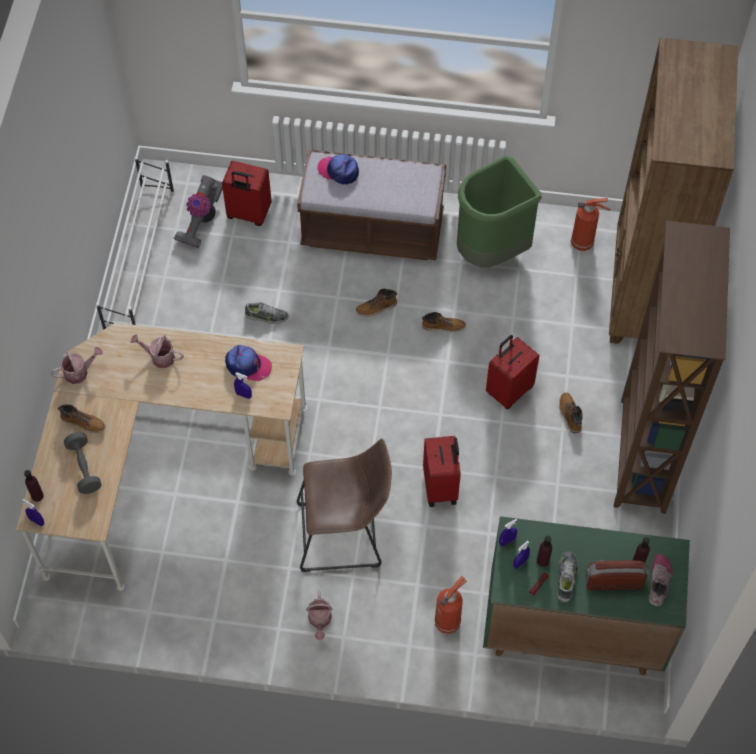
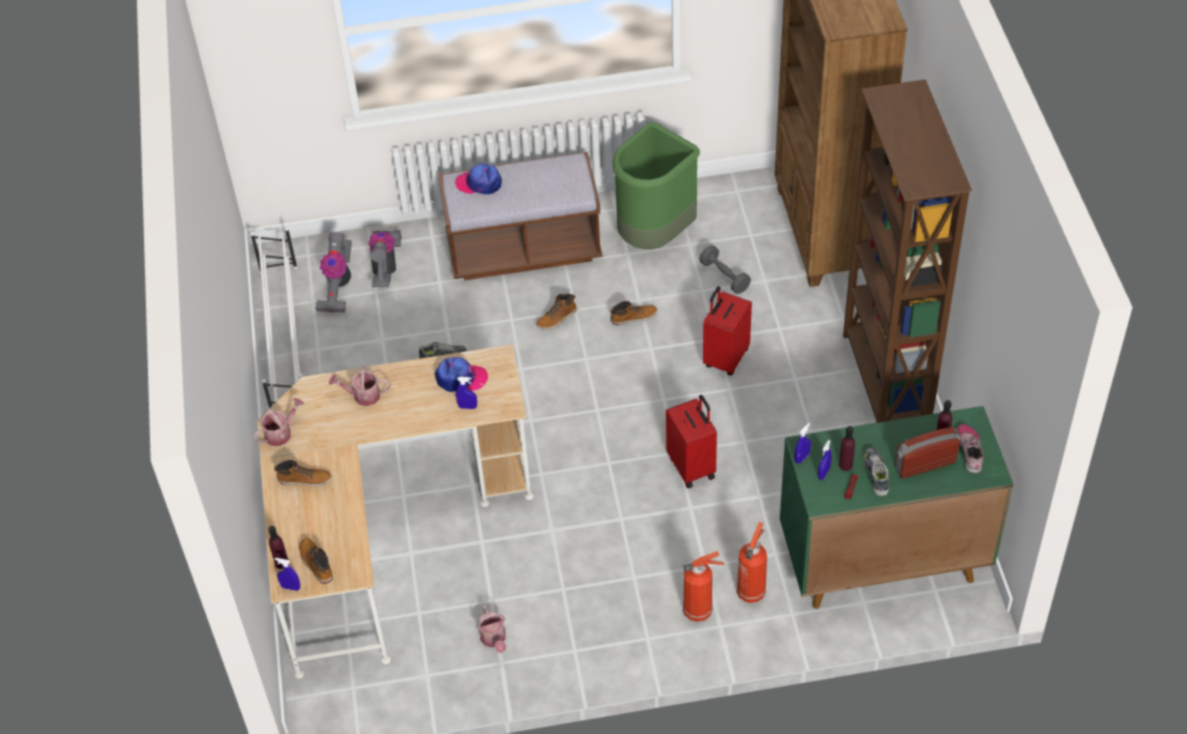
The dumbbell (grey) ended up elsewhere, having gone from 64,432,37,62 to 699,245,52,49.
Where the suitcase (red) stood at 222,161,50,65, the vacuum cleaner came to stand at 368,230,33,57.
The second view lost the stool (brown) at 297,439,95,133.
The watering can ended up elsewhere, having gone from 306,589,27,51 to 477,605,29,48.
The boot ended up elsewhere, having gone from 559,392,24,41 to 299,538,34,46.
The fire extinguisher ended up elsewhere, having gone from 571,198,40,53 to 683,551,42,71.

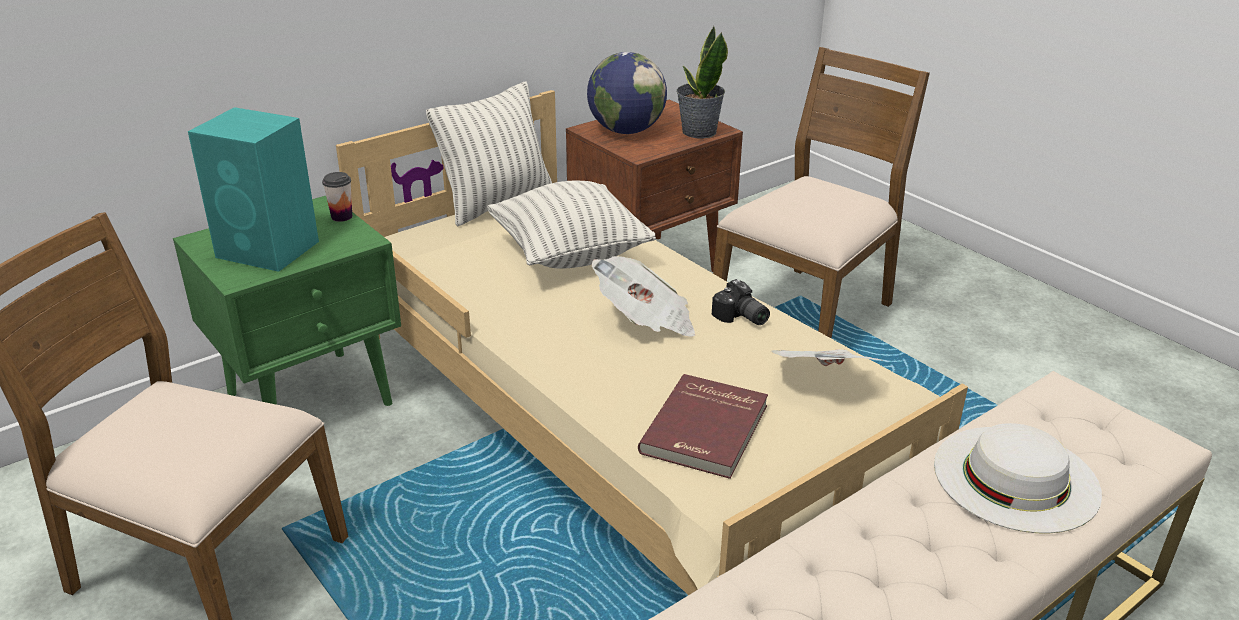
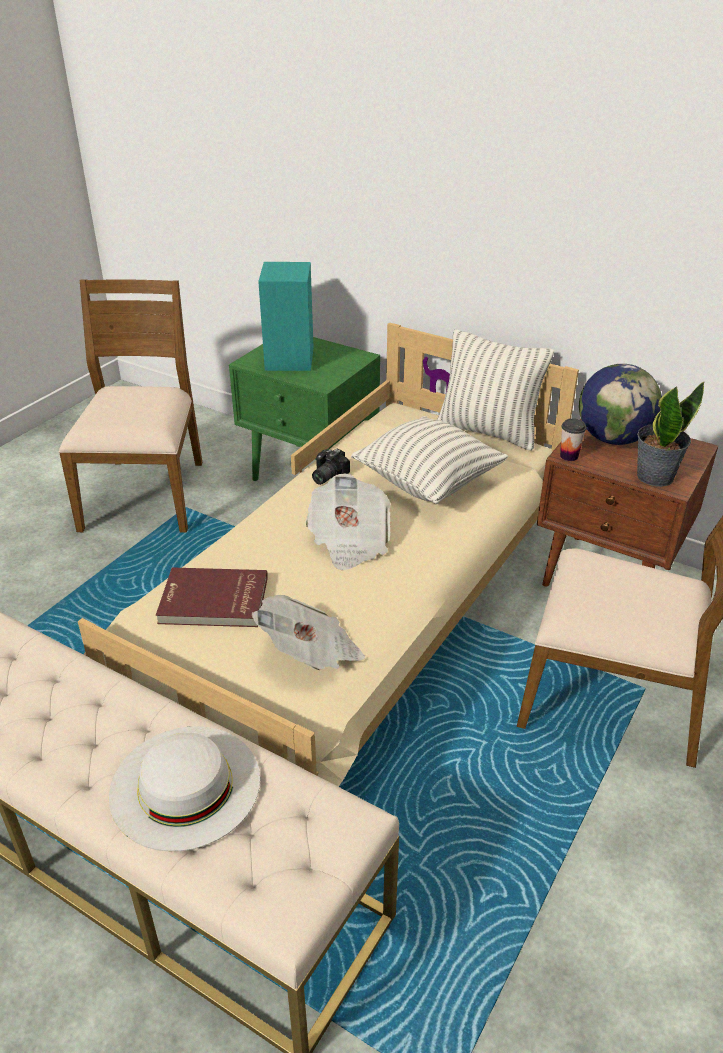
The cup ended up elsewhere, having gone from 322,172,30,50 to 560,418,26,43.
The photo camera ended up elsewhere, having gone from 712,279,58,46 to 312,449,38,36.

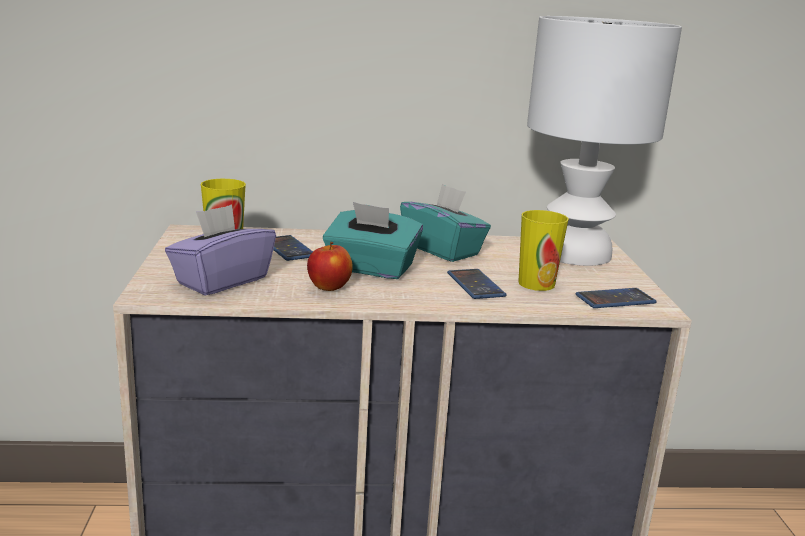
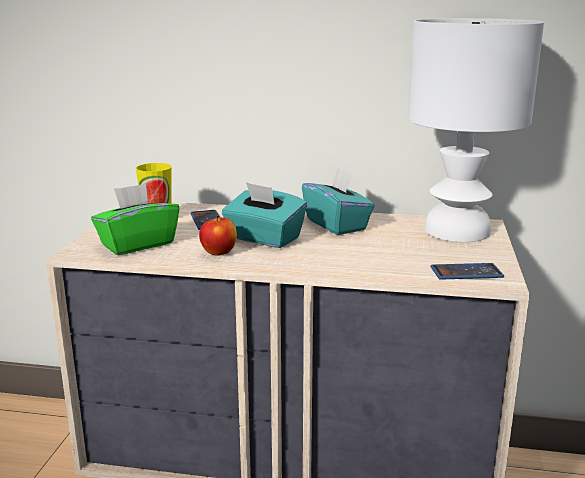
What was the tissue box (purple) at 165,204,111,92 turned into the tissue box (green) at 91,183,89,72.
The second view lost the phone at 447,269,60,30.
The second view lost the cup at 518,210,51,81.

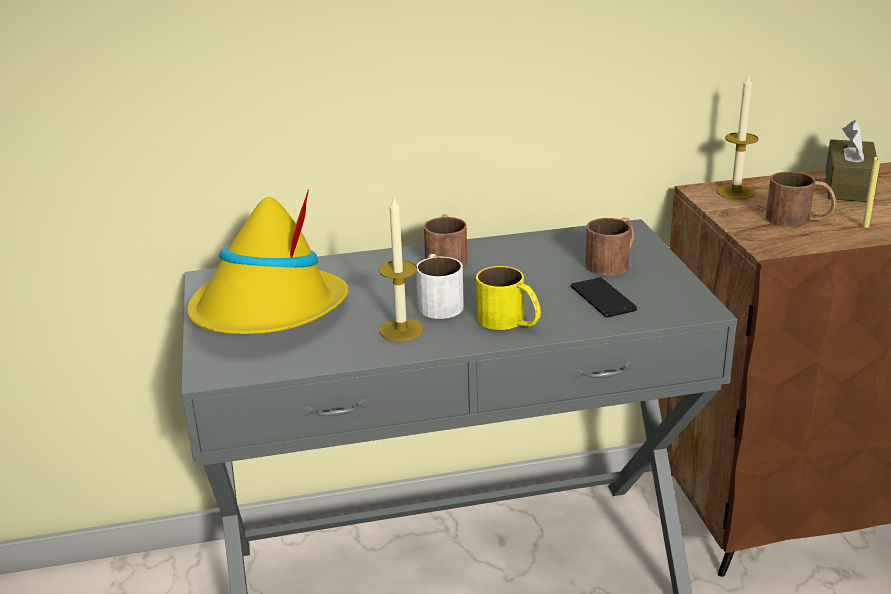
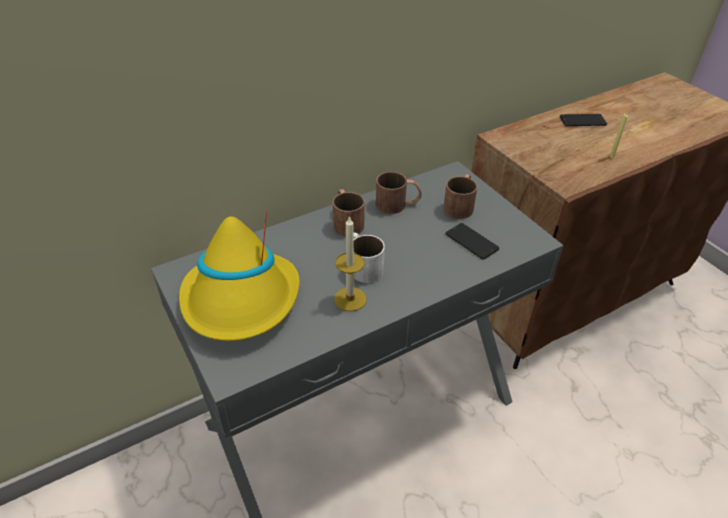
The second view lost the mug (yellow) at 476,266,65,64.
The second view lost the candle at 717,73,42,127.
The mug (brown) ended up elsewhere, having gone from 766,172,70,56 to 376,172,46,42.
Where the tissue box (brown) stood at 825,120,55,82, the phone came to stand at 560,114,47,12.

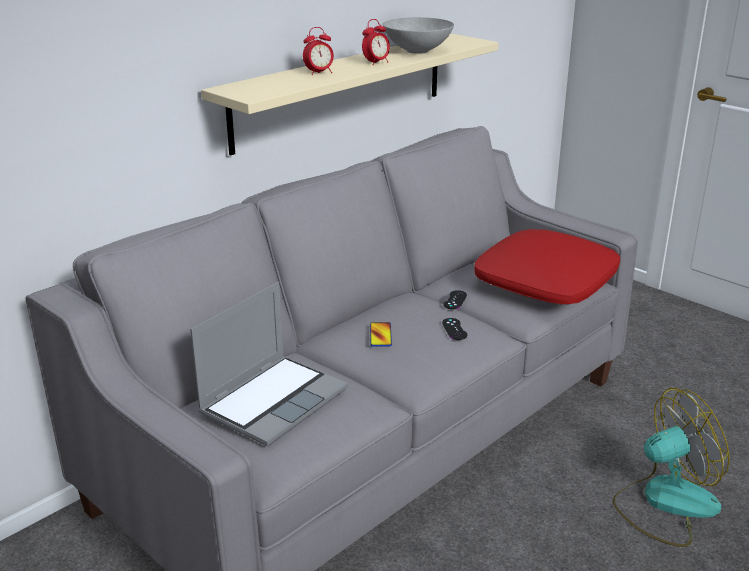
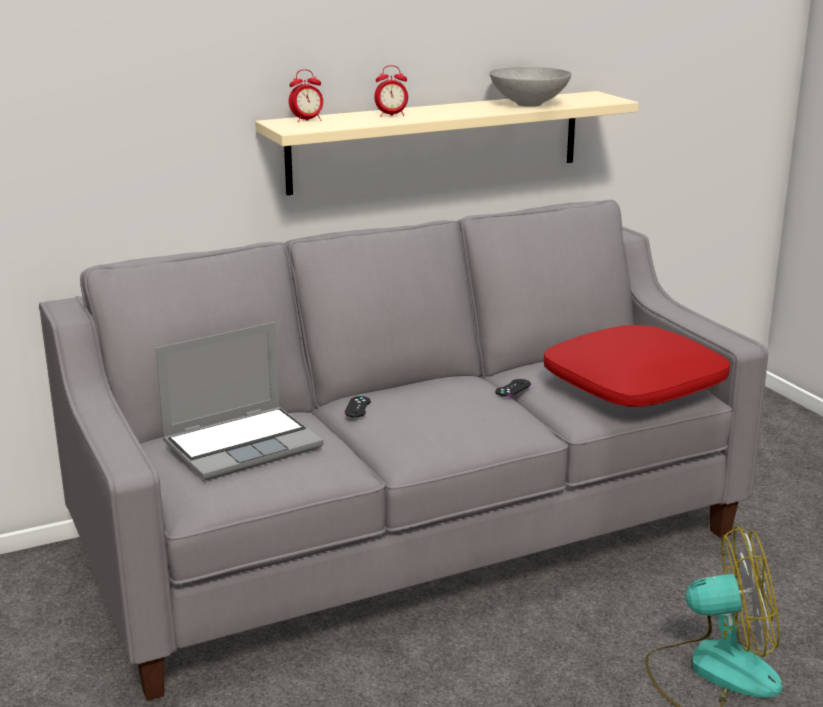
The alarm clock ended up elsewhere, having gone from 362,19,28,46 to 289,69,34,53.
The second view lost the phone at 370,322,22,25.
The game controller (black) ended up elsewhere, having gone from 442,318,25,22 to 344,396,27,22.

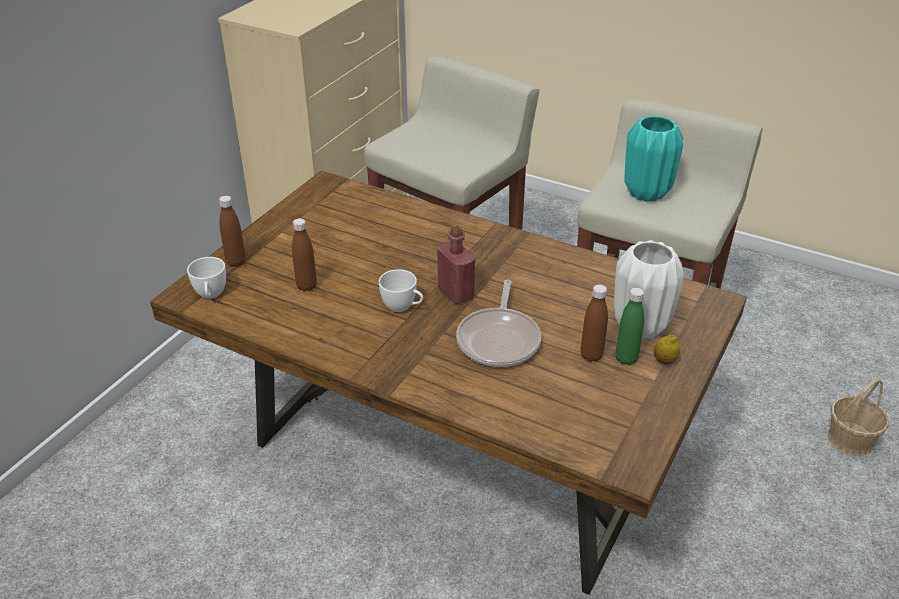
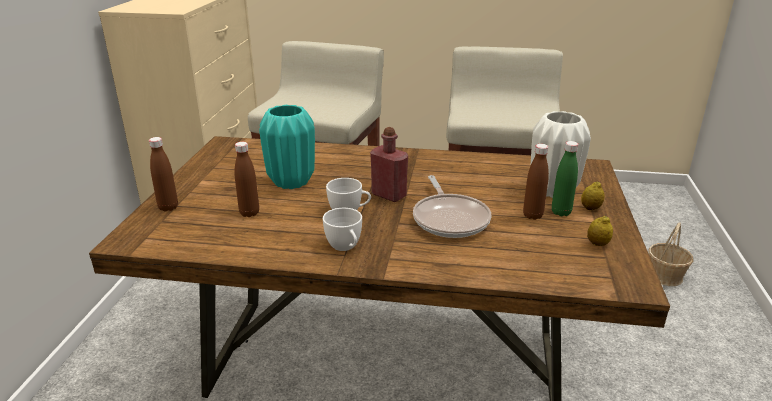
The cup (white) ended up elsewhere, having gone from 187,257,39,42 to 323,208,39,43.
The vase (turquoise) ended up elsewhere, having gone from 624,116,59,86 to 259,105,56,84.
The second view gained the lemon at 587,216,26,30.

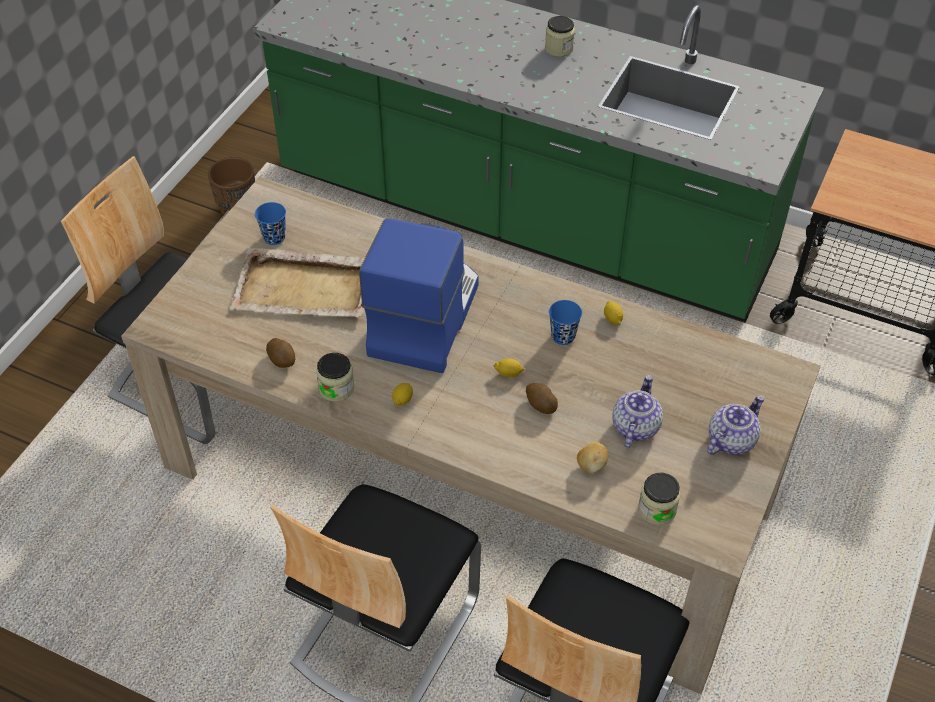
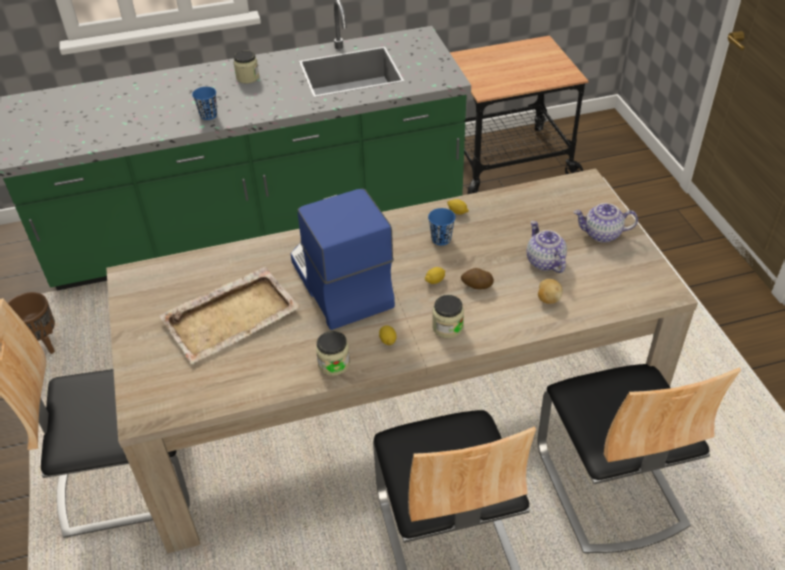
The cup (blue) ended up elsewhere, having gone from 255,202,31,43 to 192,87,25,33.
The second view lost the potato at 266,338,29,30.
The jar ended up elsewhere, having gone from 638,473,42,52 to 432,295,32,43.
The teapot at 707,395,58,60 ended up facing another way, 90 degrees counterclockwise from before.

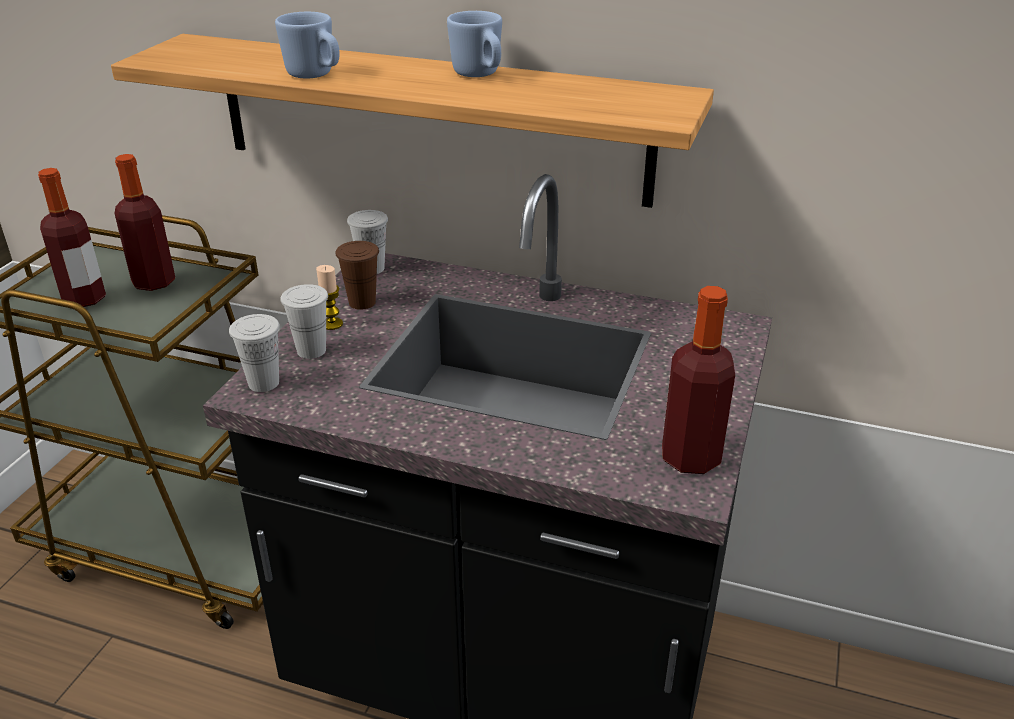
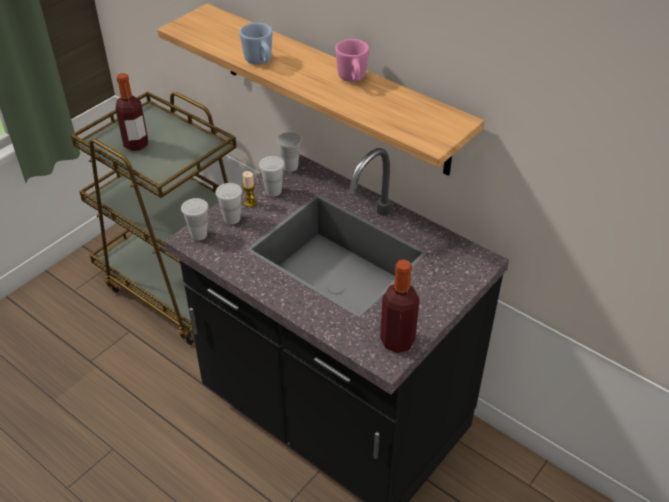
The second view lost the bottle at 114,154,62,137.
What was the cup (brown) at 336,241,43,69 turned into the cup (white) at 259,156,26,40.
What was the mug (blue) at 447,11,55,66 turned into the mug (pink) at 335,39,34,43.

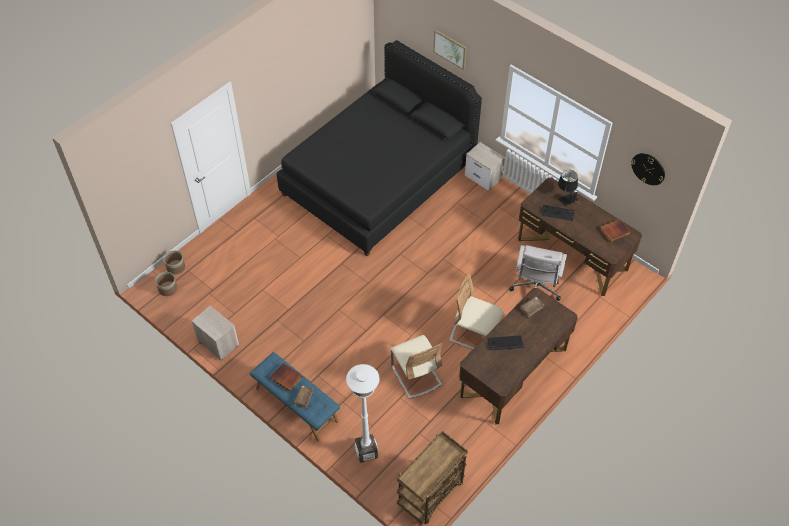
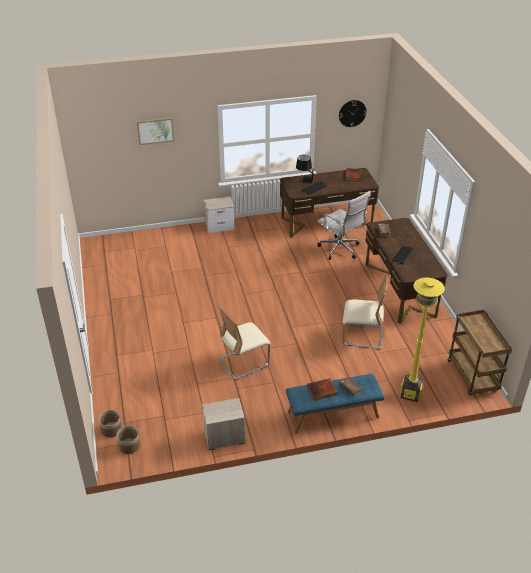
The second view lost the bed (black) at 276,40,206,216.
What was the floor lamp (white) at 346,364,34,99 turned into the floor lamp (yellow) at 400,278,45,124.
The chair (beige) ended up elsewhere, having gone from 450,274,54,75 to 219,305,51,75.

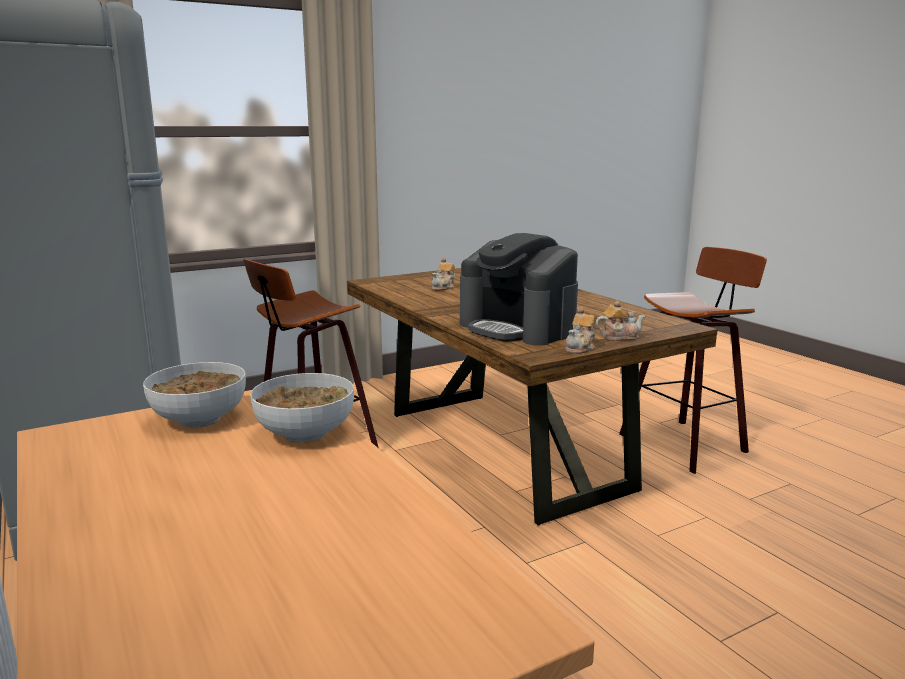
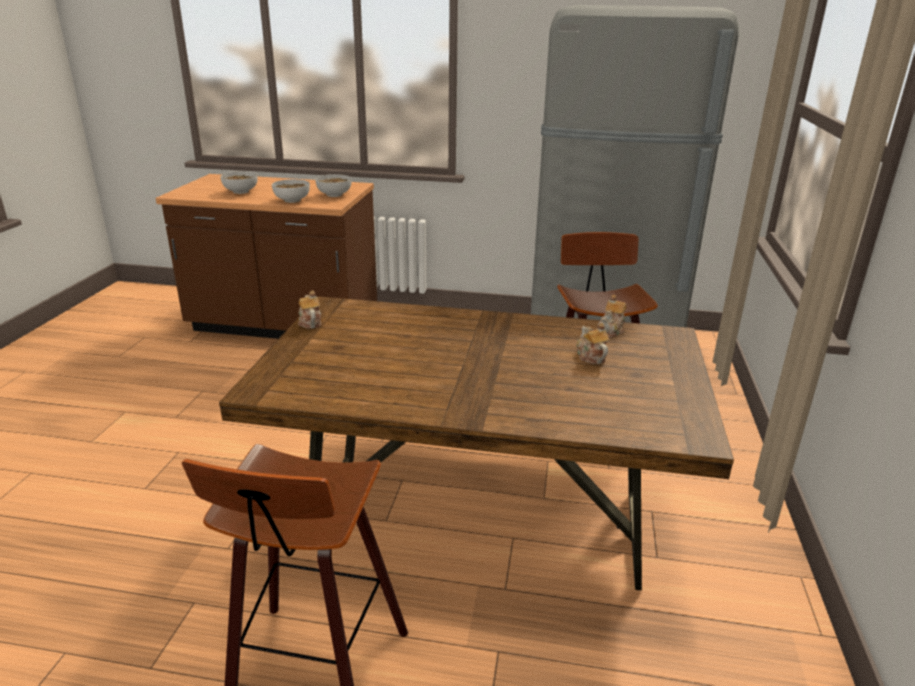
The second view lost the coffee machine at 460,233,118,113.
The teapot ended up elsewhere, having gone from 596,301,49,40 to 597,295,30,43.
The second view gained the bowl at 220,171,38,23.

